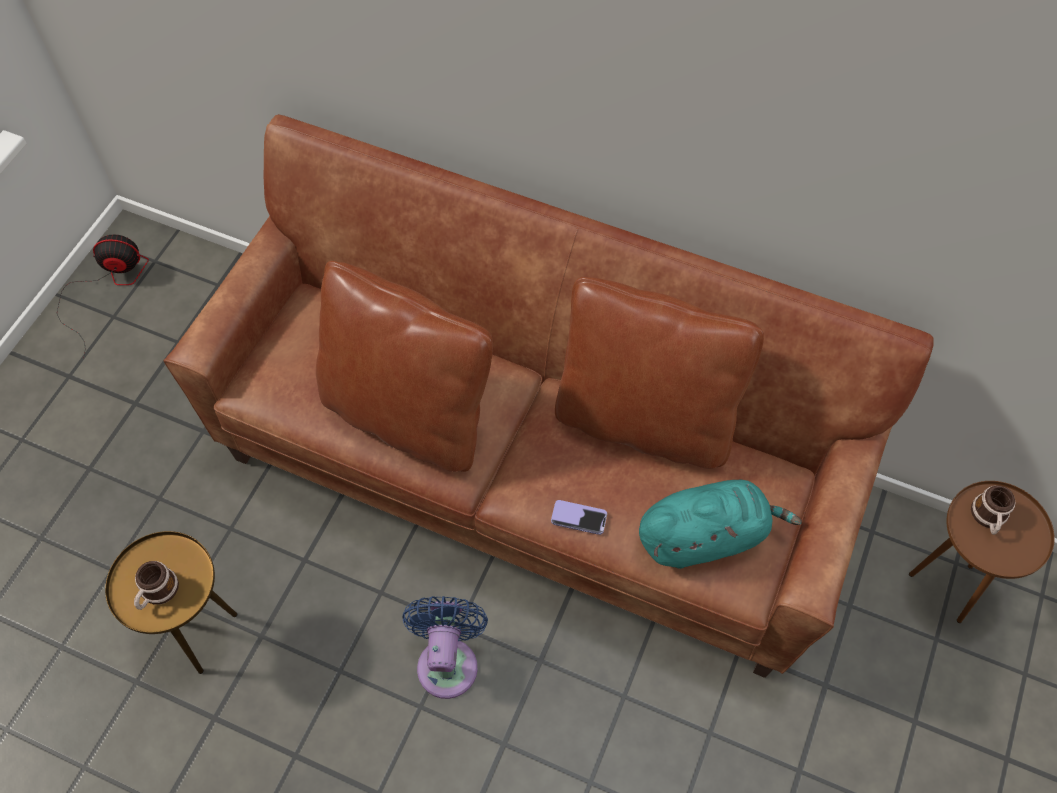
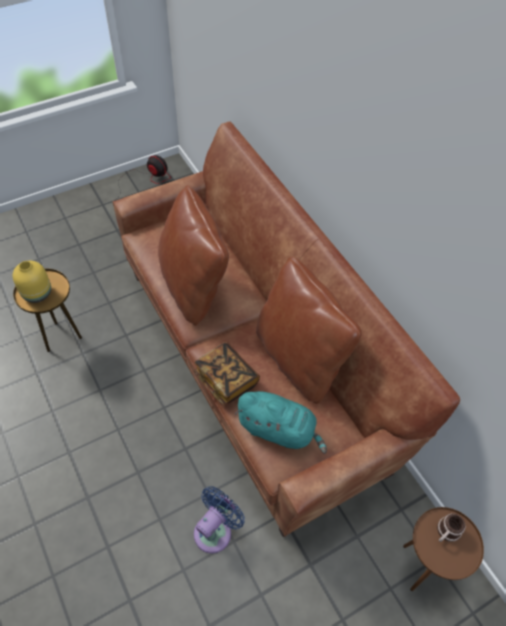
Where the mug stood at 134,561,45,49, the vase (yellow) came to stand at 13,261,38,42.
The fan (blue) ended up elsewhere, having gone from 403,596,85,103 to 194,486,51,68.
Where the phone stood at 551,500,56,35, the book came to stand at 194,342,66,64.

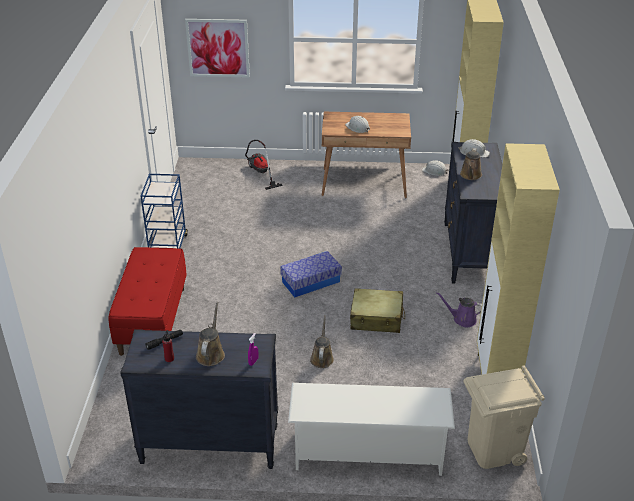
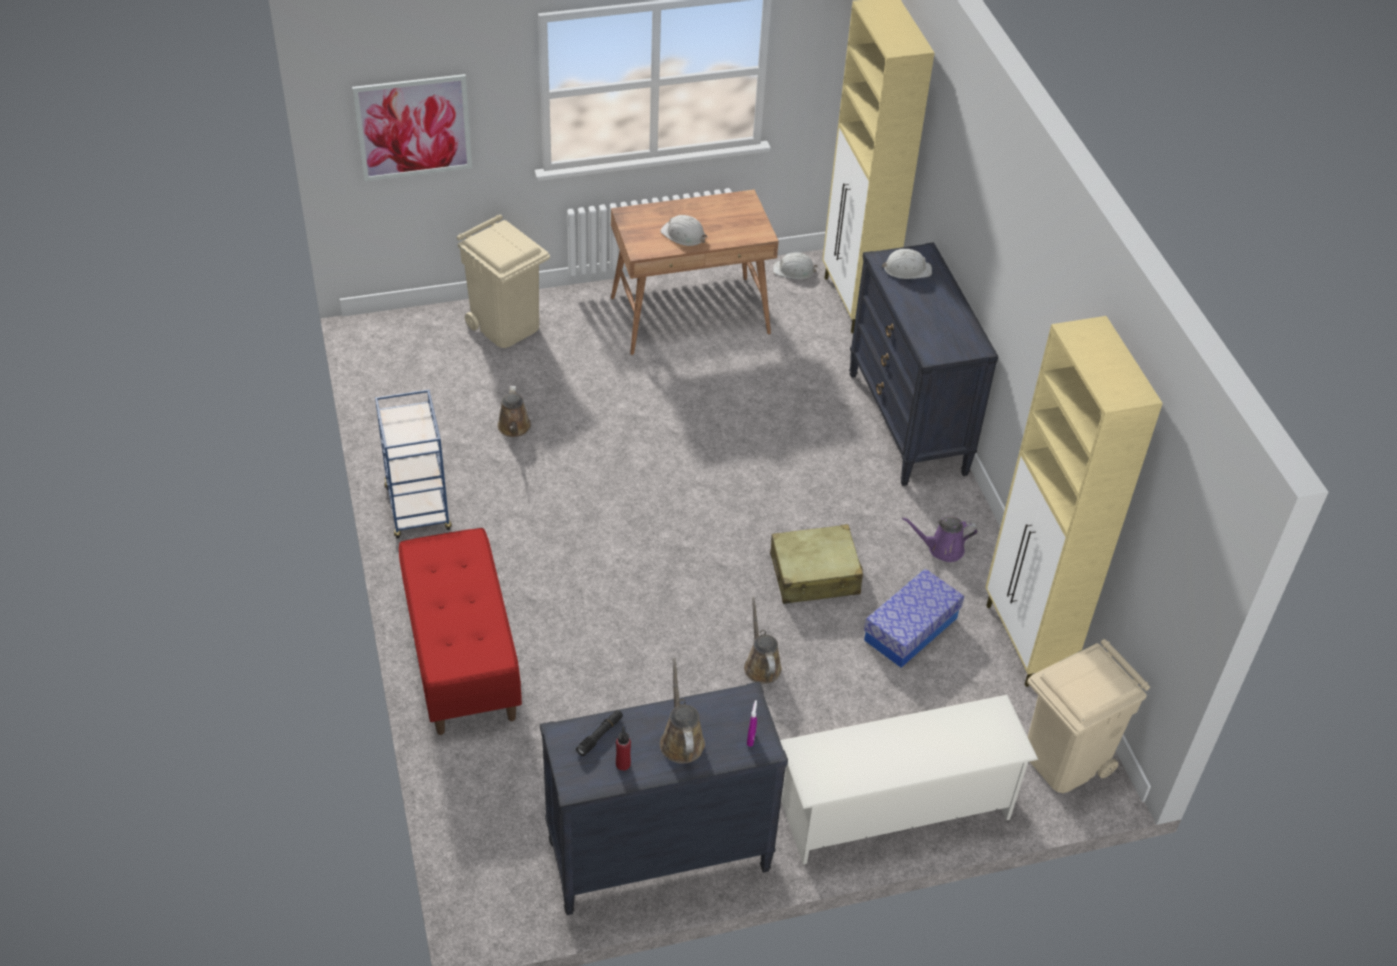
Where the vacuum cleaner stood at 245,140,38,50, the trash can (beige) came to stand at 457,214,93,134.
The storage box ended up elsewhere, having gone from 280,251,62,46 to 864,569,100,99.
The watering can (brown) ended up elsewhere, having gone from 460,148,22,32 to 498,386,33,51.

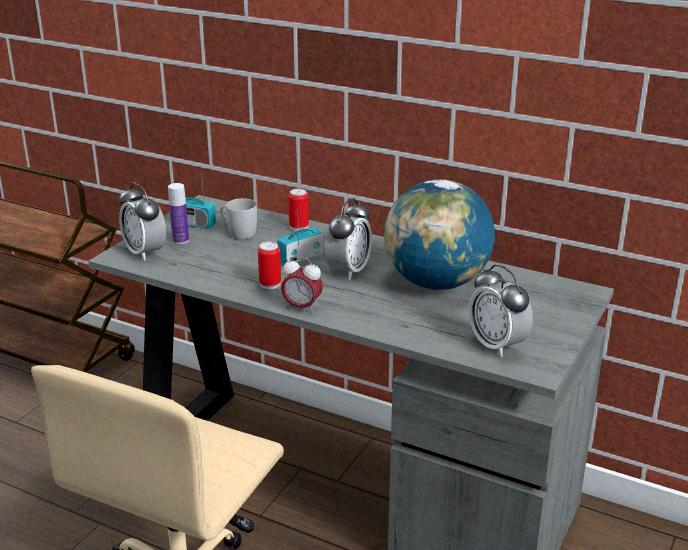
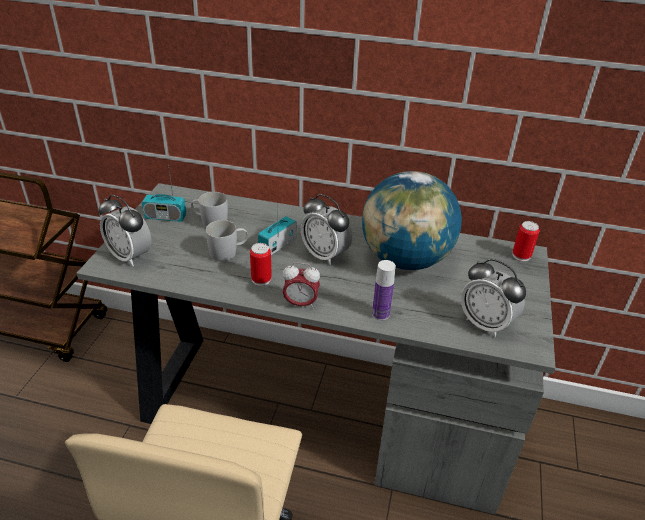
The bottle ended up elsewhere, having gone from 168,183,21,61 to 372,260,24,61.
The can ended up elsewhere, having gone from 288,189,21,42 to 513,221,26,40.
The alarm clock at 325,198,47,82 ended up facing another way, 120 degrees clockwise from before.
The second view gained the mug (white) at 206,220,42,41.

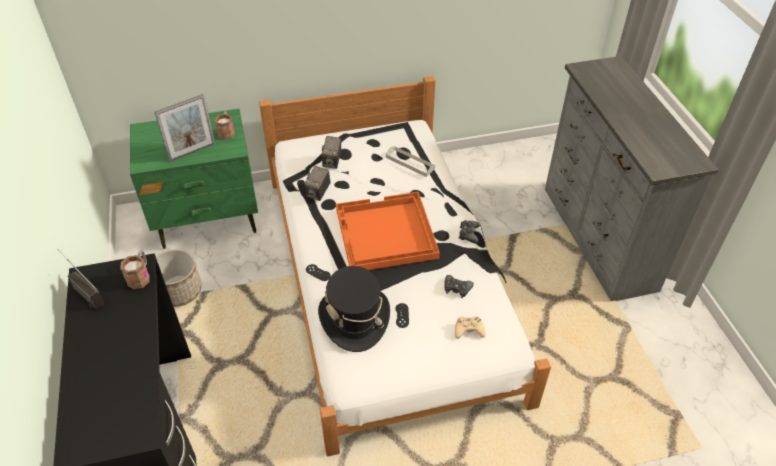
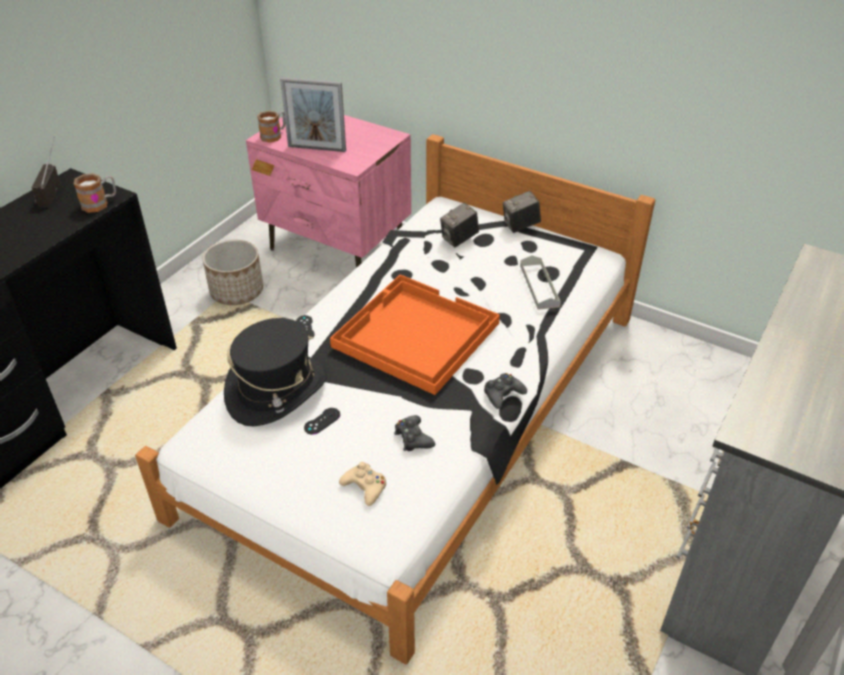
What was the nightstand (green) at 130,109,128,140 turned into the nightstand (pink) at 246,115,165,153.
The mug ended up elsewhere, having gone from 214,111,21,29 to 257,111,29,32.
The photo camera ended up elsewhere, having gone from 304,166,27,35 to 503,191,38,42.

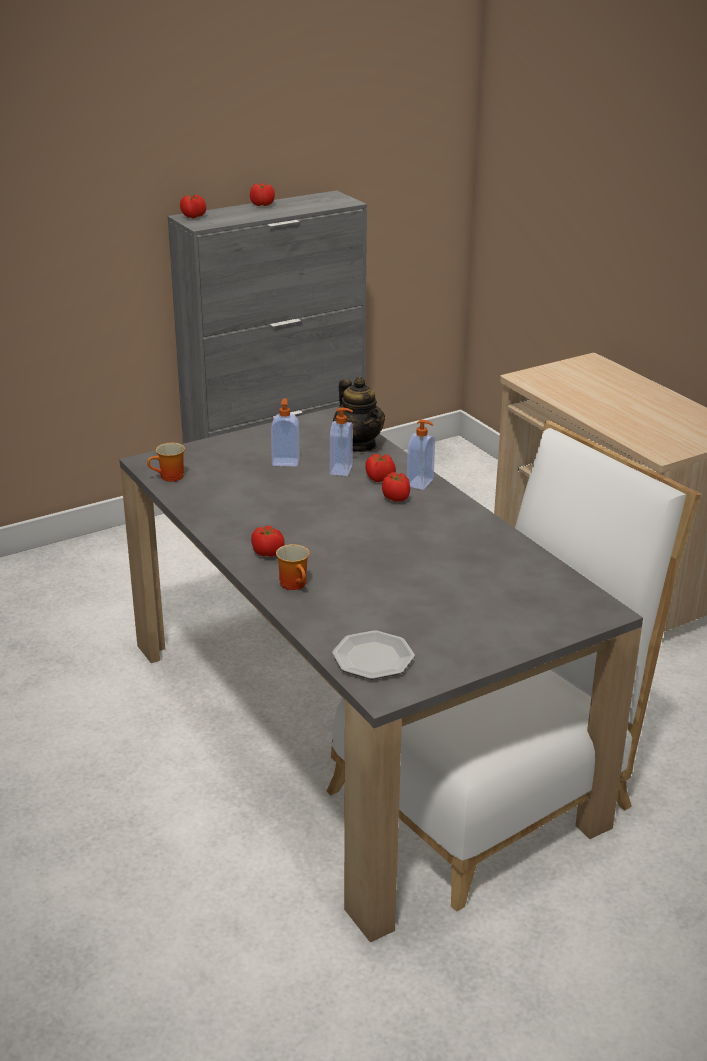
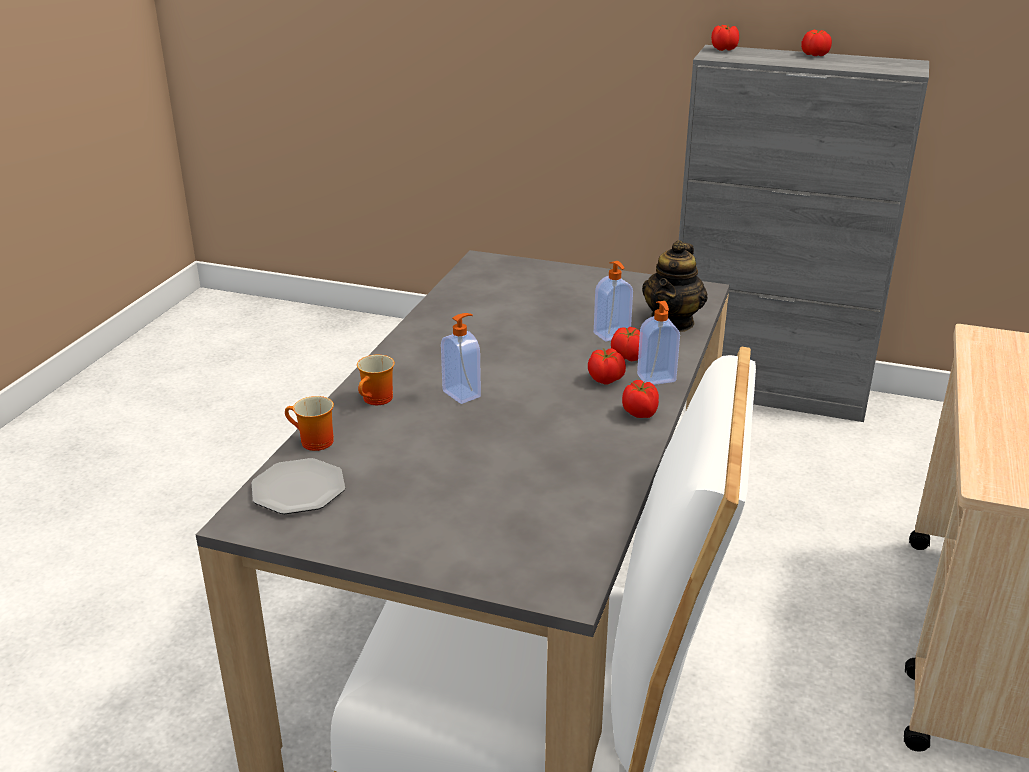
The mug ended up elsewhere, having gone from 147,443,38,39 to 285,396,49,55.
The tomato ended up elsewhere, having gone from 251,526,34,31 to 622,380,37,38.
The soap dispenser ended up elsewhere, having gone from 271,398,29,69 to 441,313,40,91.

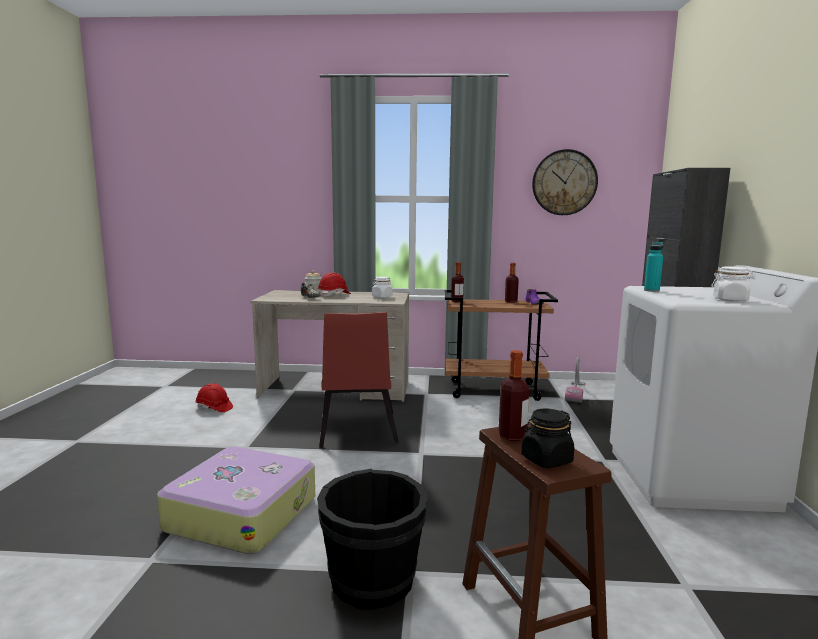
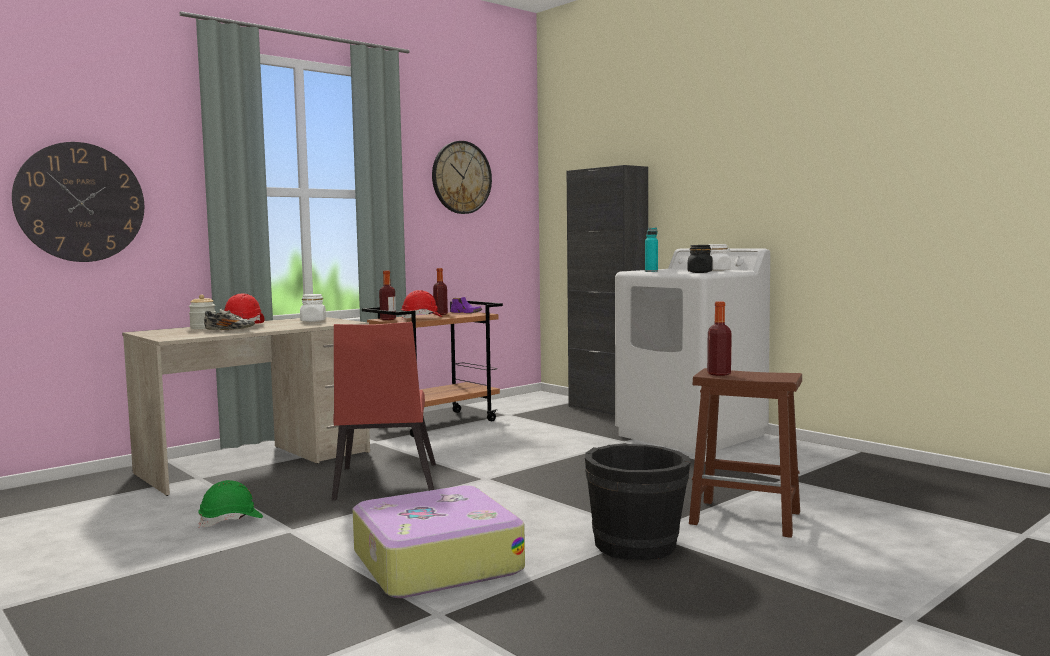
The hard hat (red) ended up elsewhere, having gone from 195,383,38,29 to 401,290,41,29.
The chair (red) at 319,312,80,136 ended up facing another way, 45 degrees clockwise from before.
The jar (black) ended up elsewhere, having gone from 521,408,53,60 to 688,245,25,28.
The second view lost the vacuum cleaner at 565,357,21,46.
The second view gained the wall clock at 12,142,132,120.
The second view gained the hard hat (green) at 198,480,65,47.

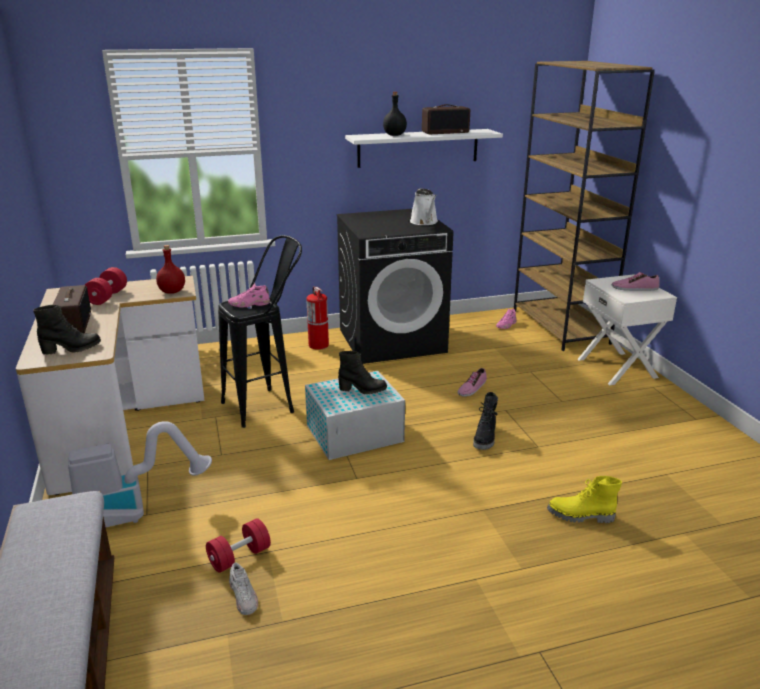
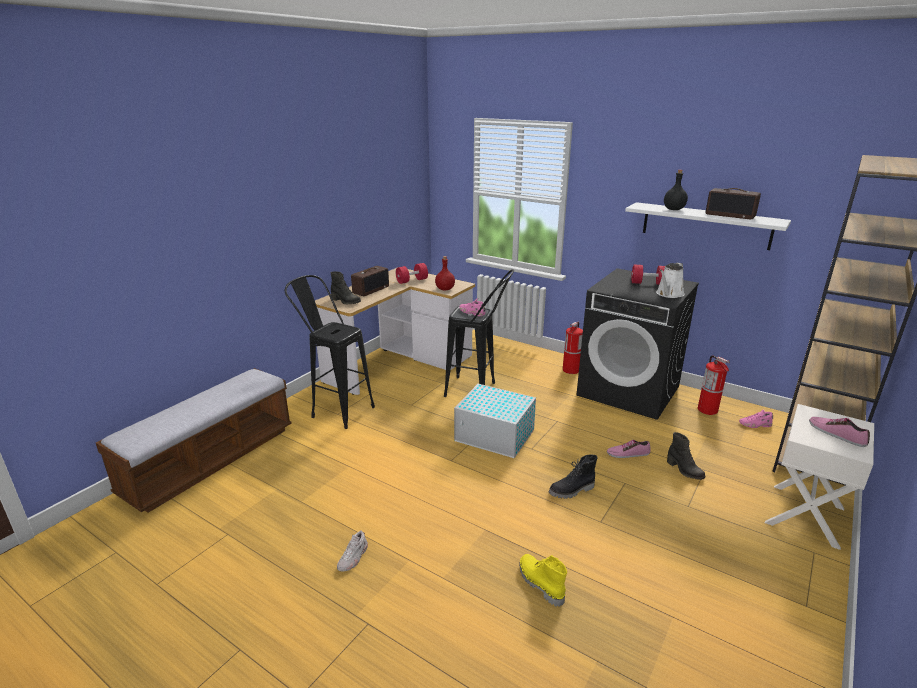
Where the vacuum cleaner stood at 68,421,144,106, the stool (black) came to stand at 284,275,91,154.
The dumbbell (red) ended up elsewhere, having gone from 206,518,65,55 to 631,265,34,20.
The shoe (white) ended up elsewhere, having gone from 229,562,29,53 to 337,530,31,41.
The boot (black) ended up elsewhere, having gone from 338,351,49,43 to 667,432,38,48.
The second view gained the fire extinguisher at 698,355,32,60.

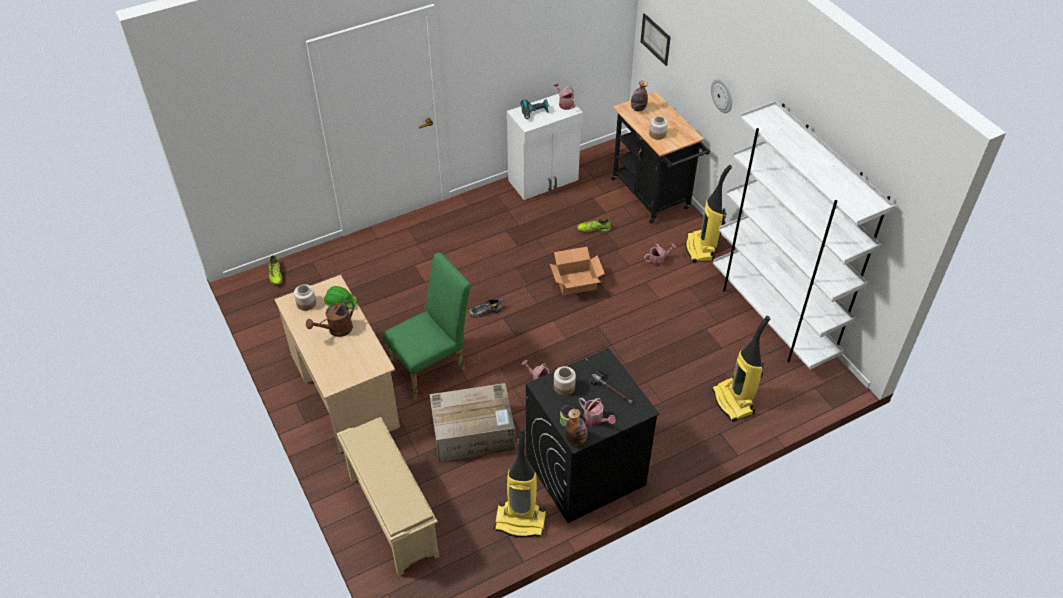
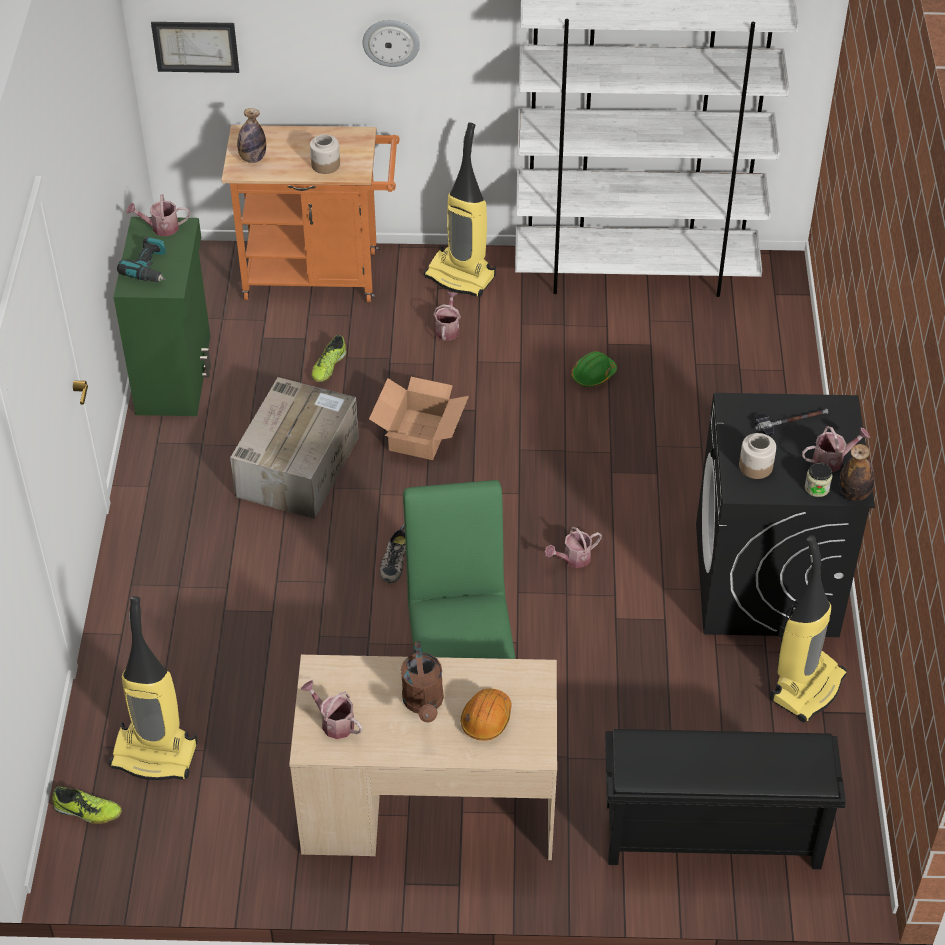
Where the jar stood at 294,284,22,27, the watering can came to stand at 301,680,62,59.
The hard hat (green) ended up elsewhere, having gone from 324,286,33,23 to 571,351,46,36.
What was the shoe rack (beige) at 337,417,102,159 turned into the shoe rack (black) at 605,729,241,140.
The cardboard box ended up elsewhere, having gone from 430,383,85,79 to 230,377,129,142.
What was the cabinet (white) at 507,94,76,106 turned into the cabinet (green) at 114,217,97,199.
What was the cart (black) at 611,92,99,132 turned into the cart (orange) at 221,125,179,177.
The vacuum cleaner ended up elsewhere, having gone from 712,316,58,106 to 109,596,88,184.
The second view gained the hard hat (orange) at 461,689,51,52.

